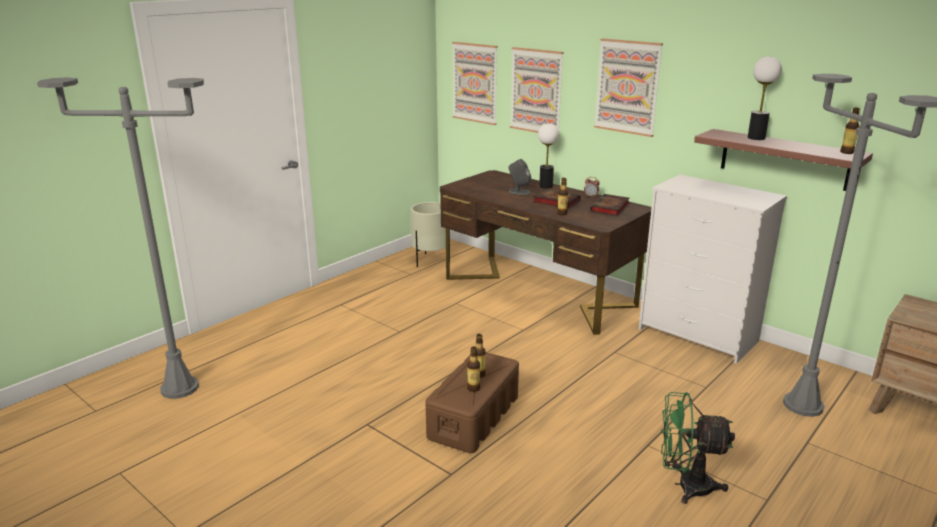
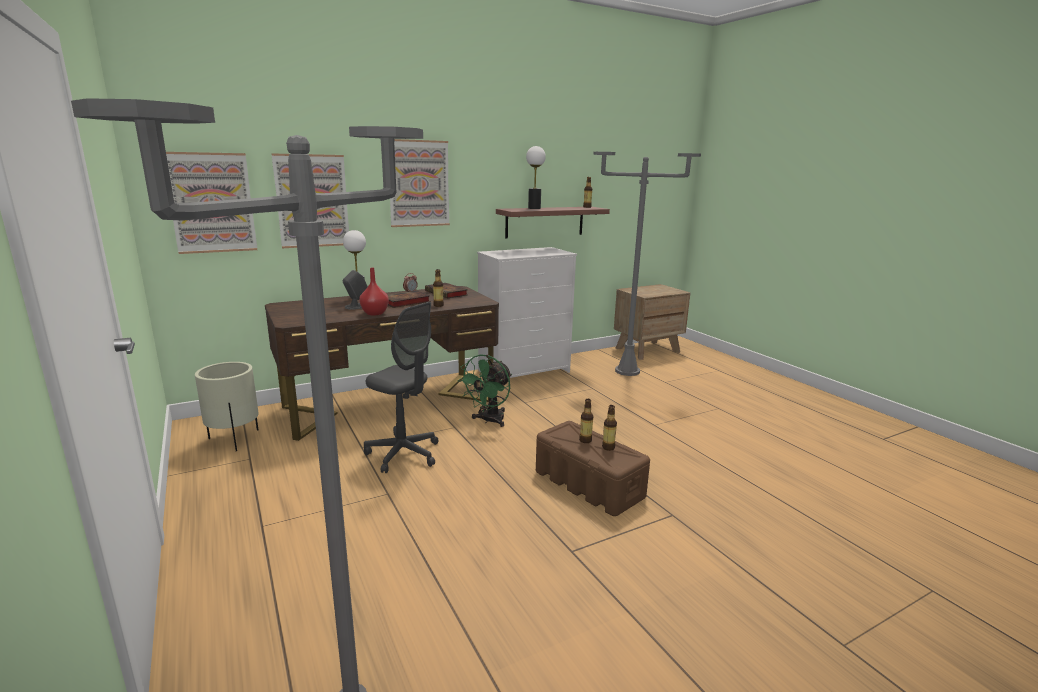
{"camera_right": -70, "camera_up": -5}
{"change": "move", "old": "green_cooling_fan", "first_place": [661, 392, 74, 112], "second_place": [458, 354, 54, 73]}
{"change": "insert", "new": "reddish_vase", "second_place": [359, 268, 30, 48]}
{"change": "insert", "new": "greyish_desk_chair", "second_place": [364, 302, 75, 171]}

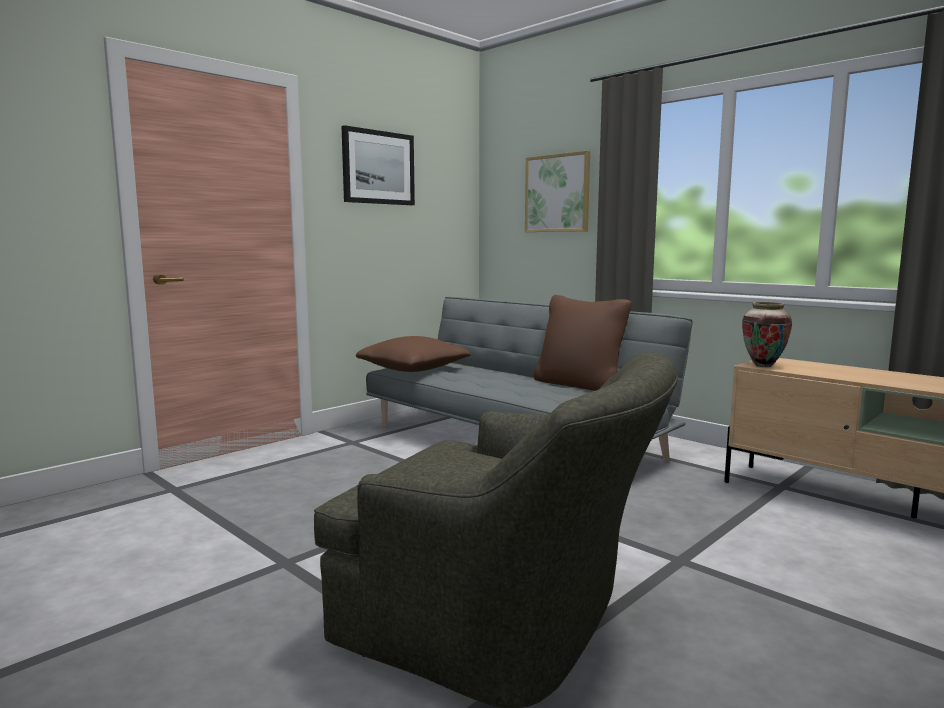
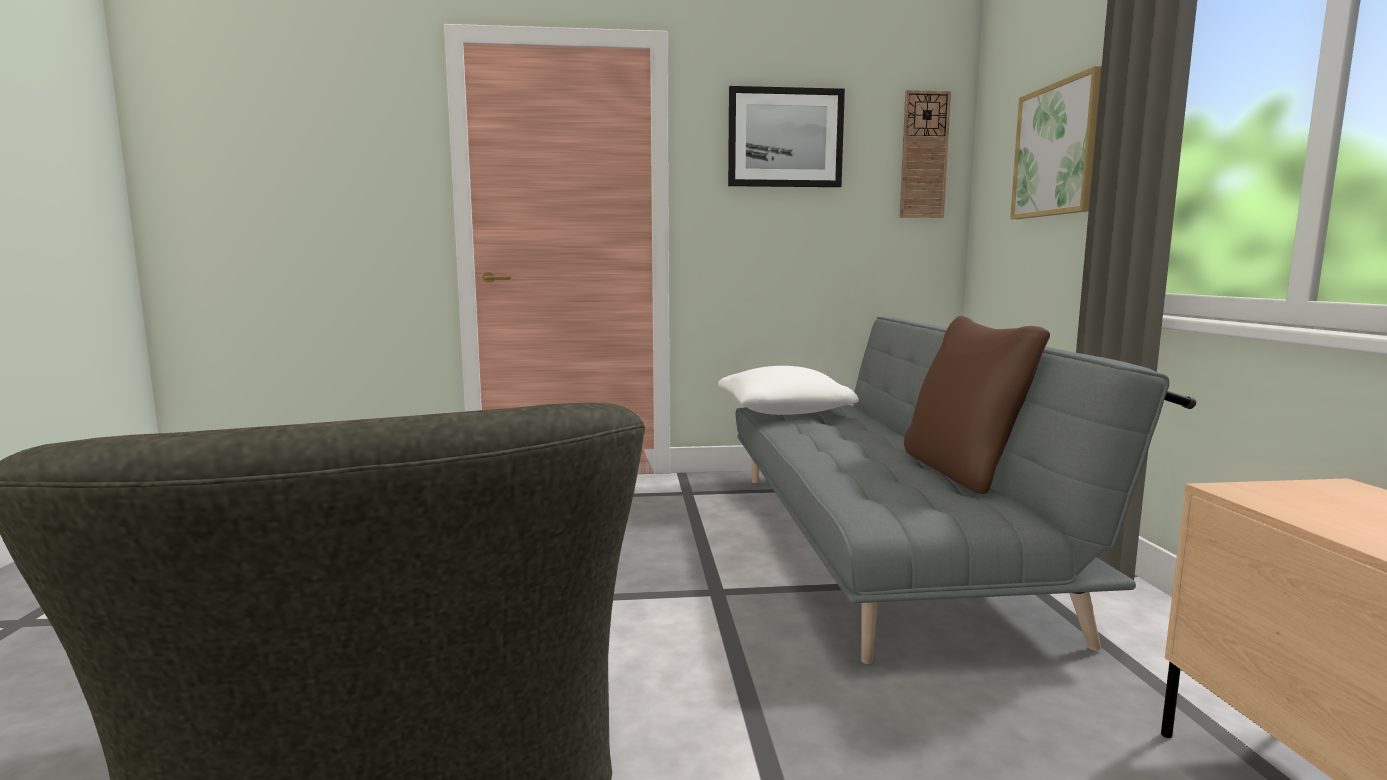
{"camera_right": 40, "camera_up": 0}
{"change": "delete", "old": "vase", "first_place": [742, 302, 50, 65]}
{"change": "recolor", "old": "brownish_throw_pillow", "new": "white-coloured_throw_pillow", "first_place": [356, 336, 115, 36], "second_place": [718, 366, 141, 49]}
{"change": "insert", "new": "wall_clock", "second_place": [900, 90, 51, 128]}

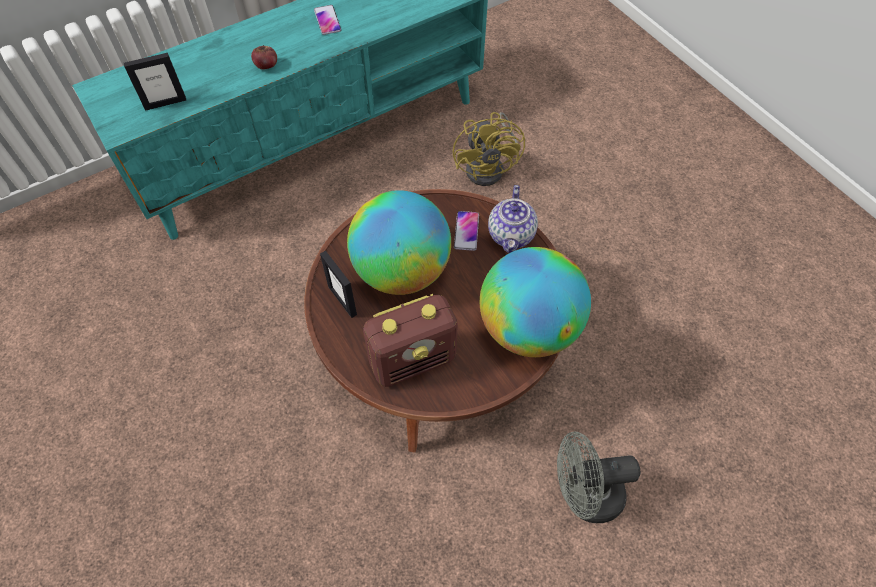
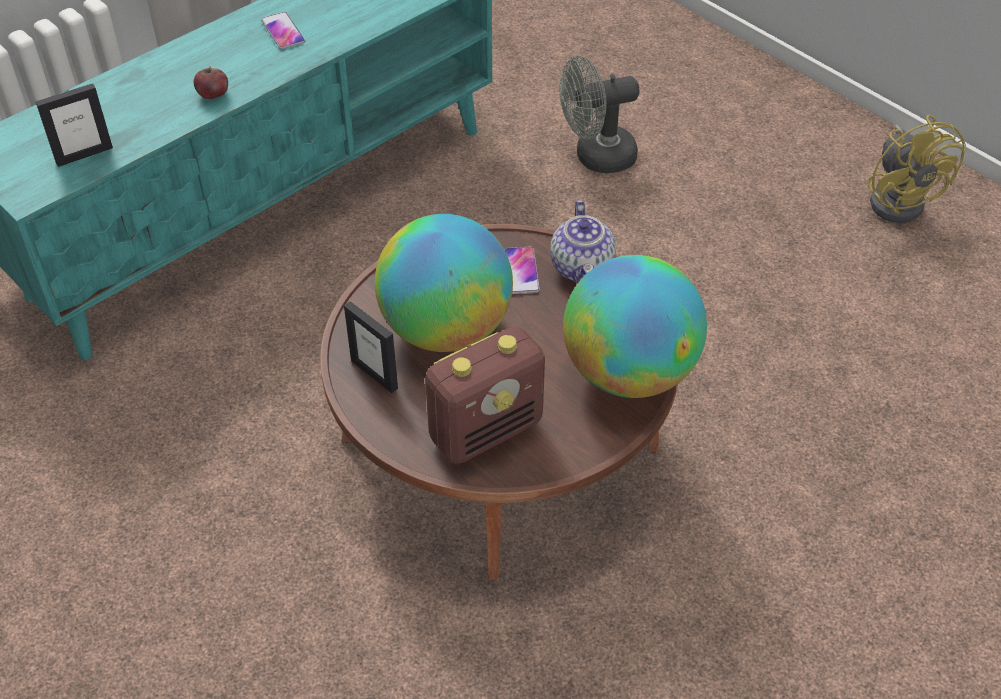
{"camera_right": -10, "camera_up": -10}
{"change": "move", "old": "yellow-coloured_cooling_fan", "first_place": [453, 112, 72, 74], "second_place": [867, 115, 99, 108]}
{"change": "move", "old": "greyish_cooling_fan", "first_place": [557, 432, 83, 91], "second_place": [560, 56, 79, 117]}

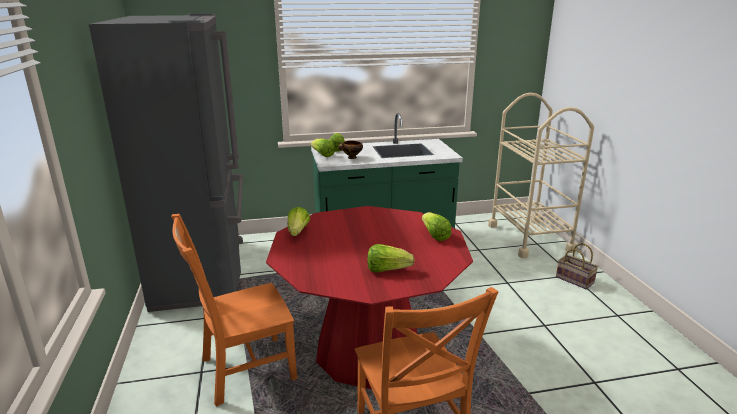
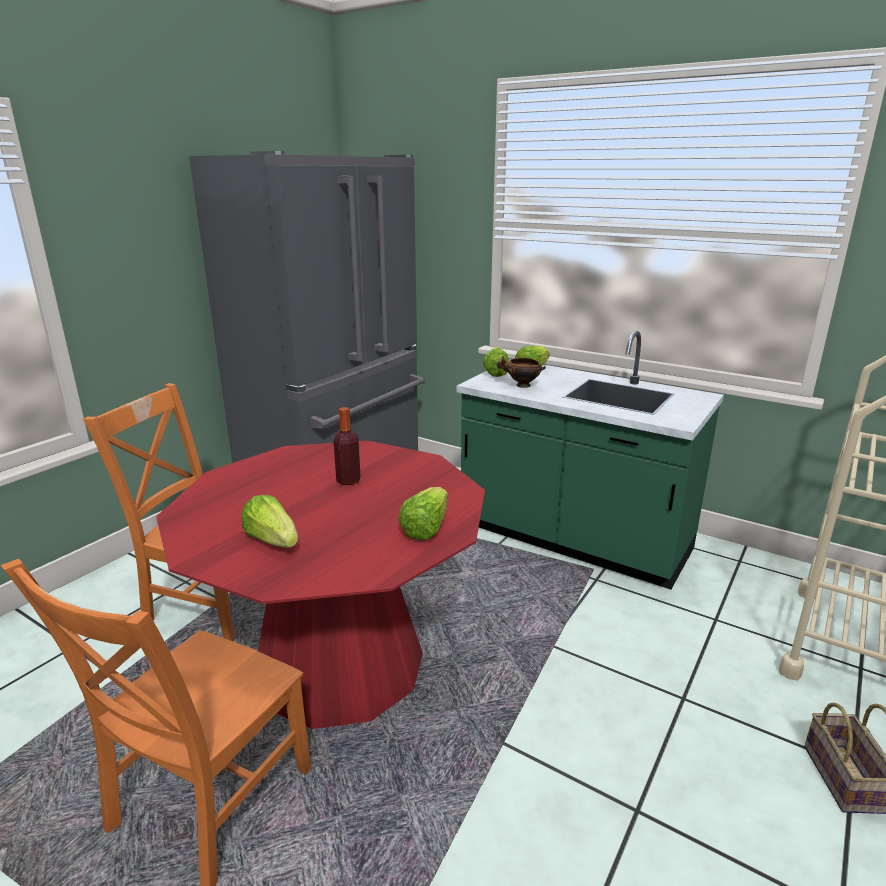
{"camera_right": 45, "camera_up": 0}
{"change": "delete", "old": "head_of_lettuce", "first_place": [288, 207, 22, 29]}
{"change": "insert", "new": "beverage_bottle", "second_place": [334, 407, 27, 78]}

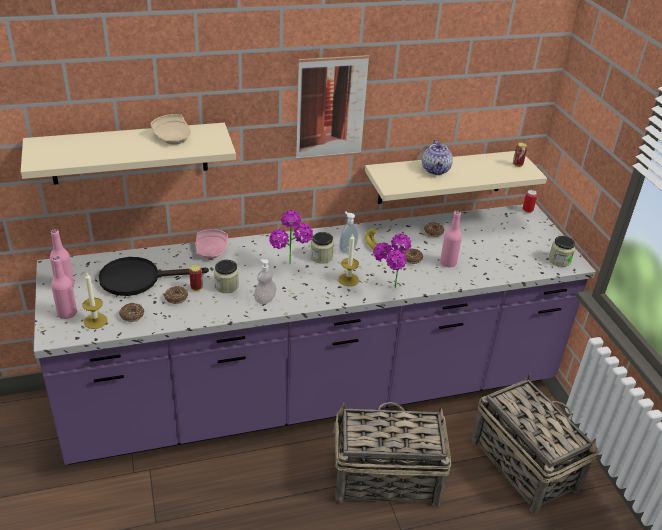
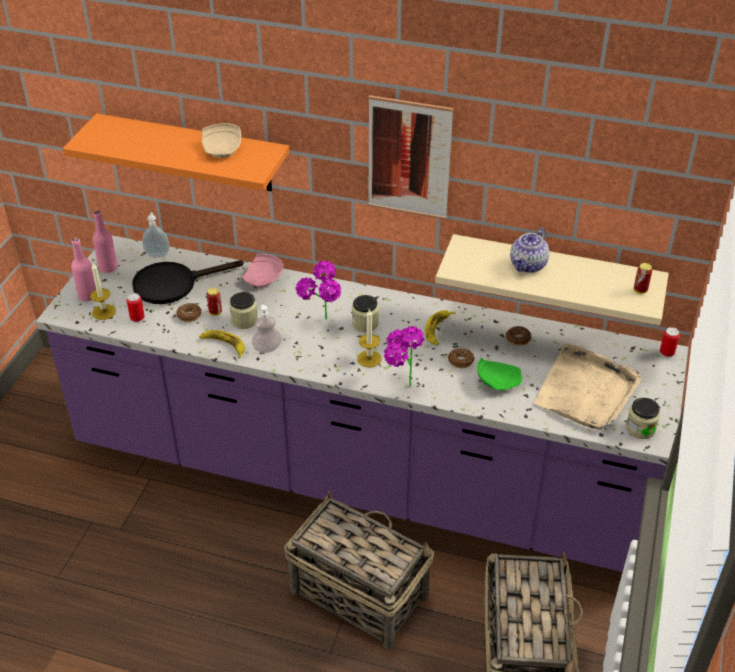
{"camera_right": 35, "camera_up": 5}
{"change": "recolor", "old": "sand-coloured_shelf", "new": "orange-coloured_shelf", "first_place": [21, 123, 215, 62], "second_place": [62, 113, 227, 78]}
{"change": "replace", "old": "pinkish_beverage_bottle", "new": "green_plate", "first_place": [440, 211, 22, 57], "second_place": [477, 358, 45, 32]}
{"change": "move", "old": "liquid_soap_bottle", "first_place": [339, 212, 20, 41], "second_place": [142, 213, 27, 45]}
{"change": "rotate", "old": "blackish_frying_pan", "first_place": [99, 257, 110, 39], "second_place": [132, 260, 112, 44], "degrees": -45}
{"change": "replace", "old": "doughnut", "new": "sealed_can", "first_place": [119, 303, 25, 19], "second_place": [127, 293, 18, 30]}
{"change": "insert", "new": "banana", "second_place": [199, 330, 46, 28]}
{"change": "insert", "new": "sand-coloured_serving_tray", "second_place": [534, 343, 107, 87]}

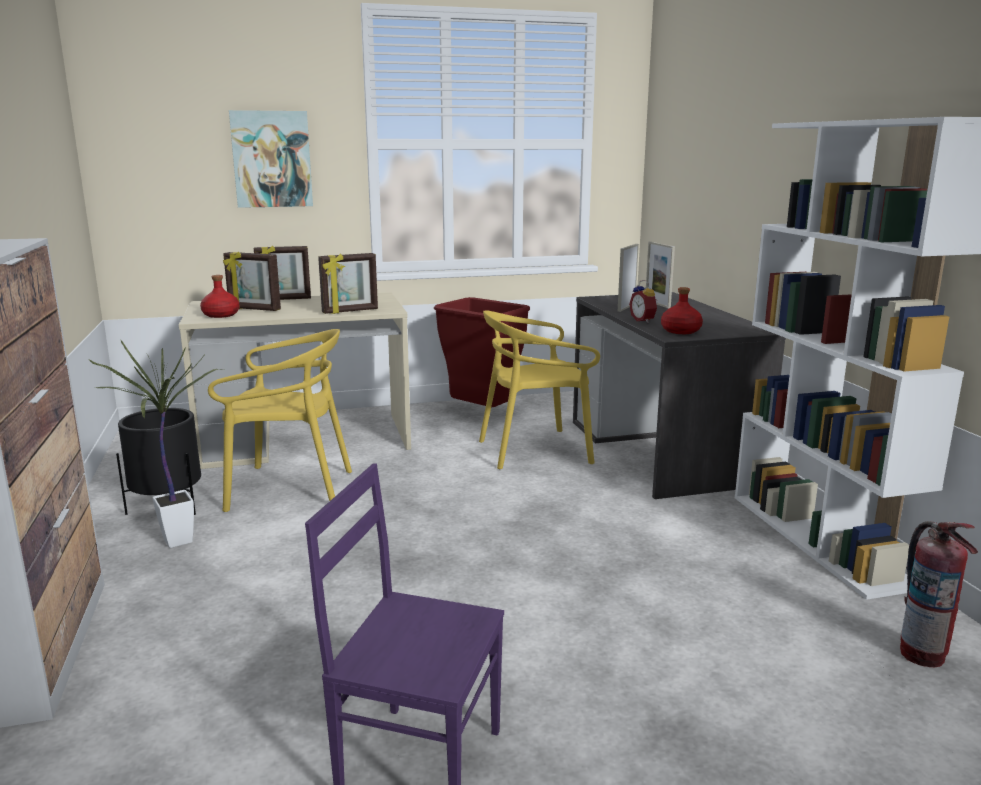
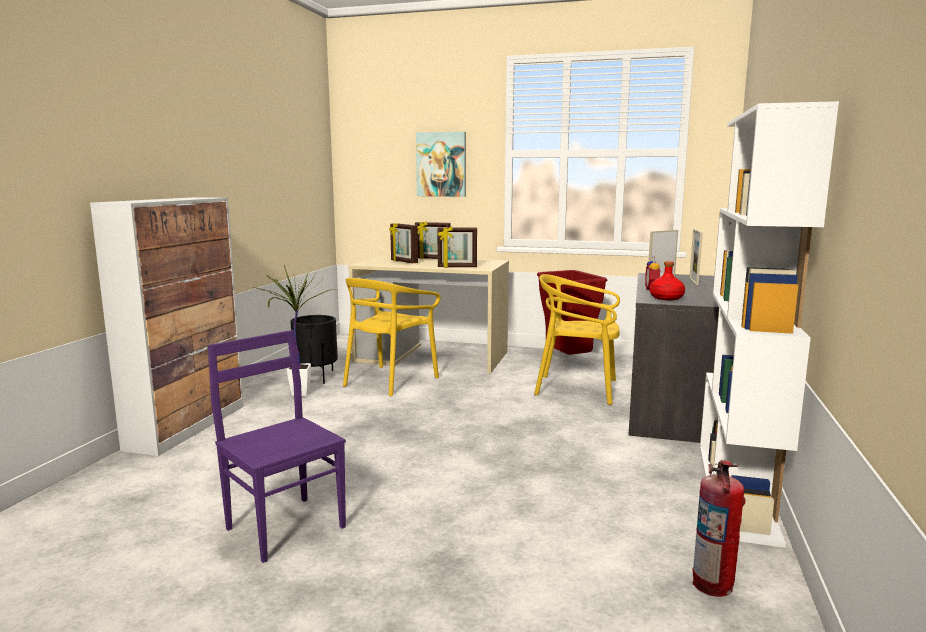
{"camera_right": 30, "camera_up": -5}
{"change": "delete", "old": "reddish_beverage_bottle", "first_place": [200, 275, 40, 43]}
{"change": "rotate", "old": "yellow-coloured_upright_chair", "first_place": [208, 329, 144, 183], "second_place": [343, 278, 97, 118], "degrees": 90}

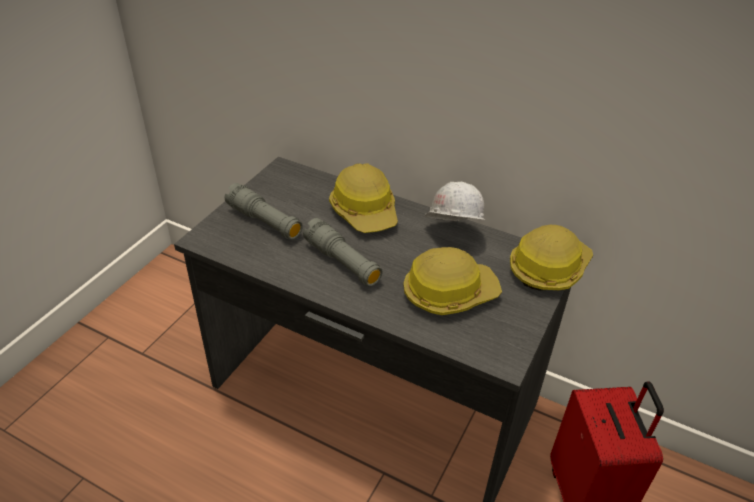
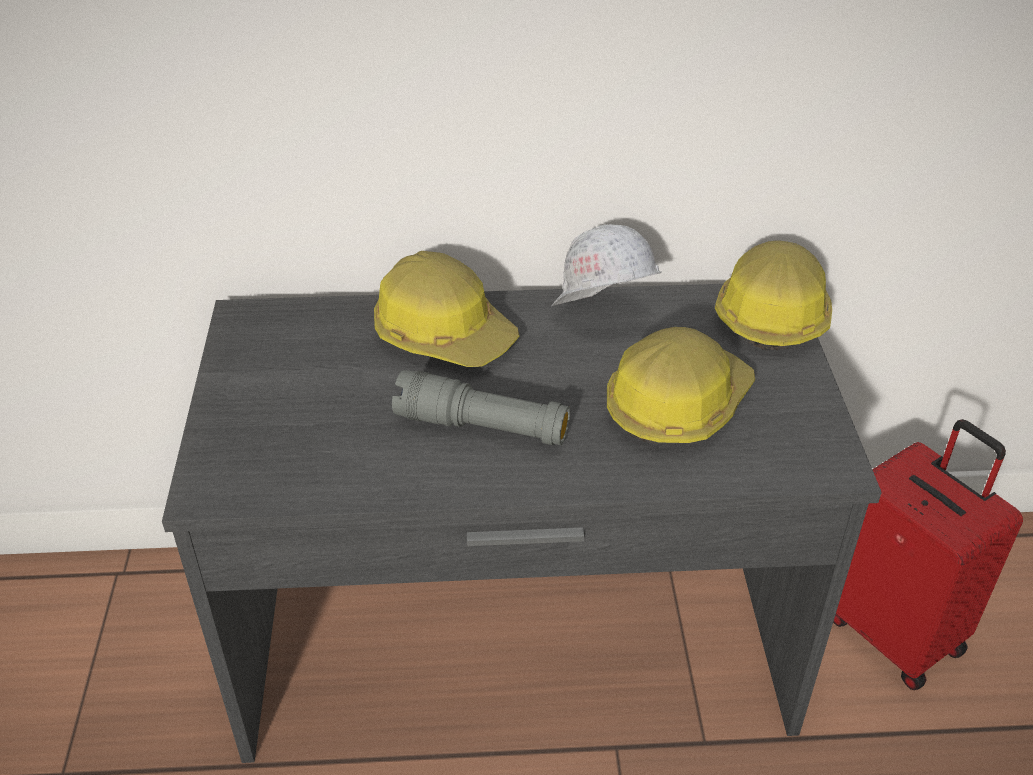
{"camera_right": -30, "camera_up": 0}
{"change": "delete", "old": "greyish_hand_torch", "first_place": [225, 183, 78, 57]}

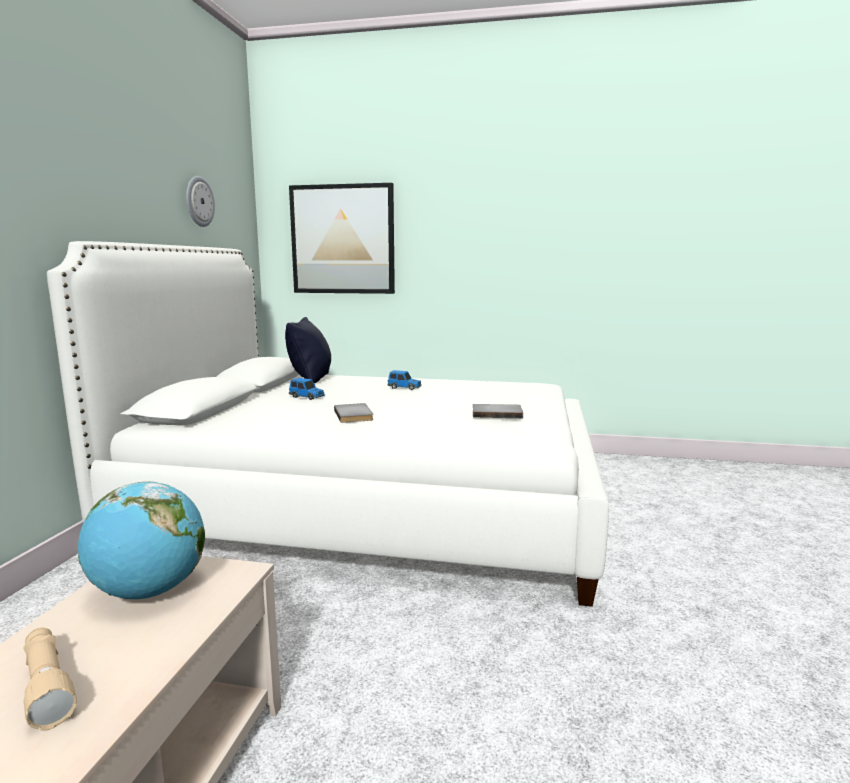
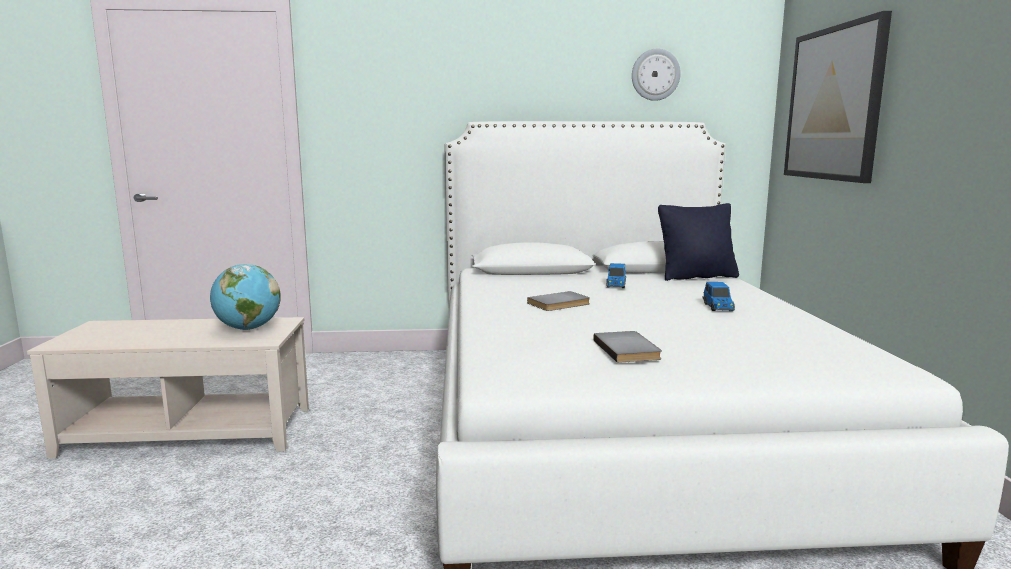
{"camera_right": 75, "camera_up": 0}
{"change": "delete", "old": "sand-coloured_hand_torch", "first_place": [23, 627, 54, 104]}

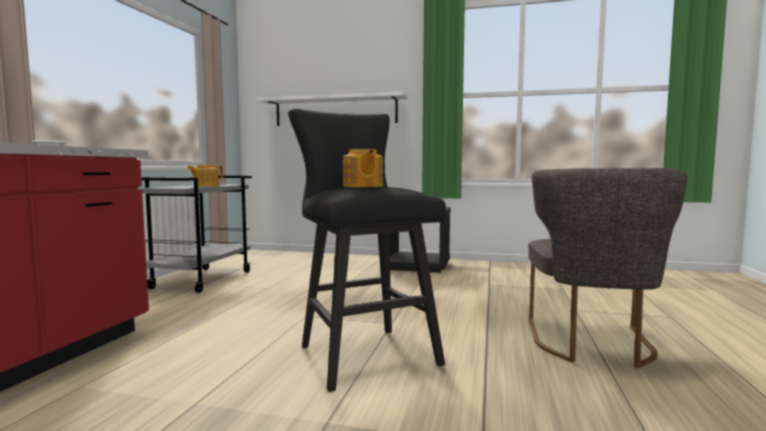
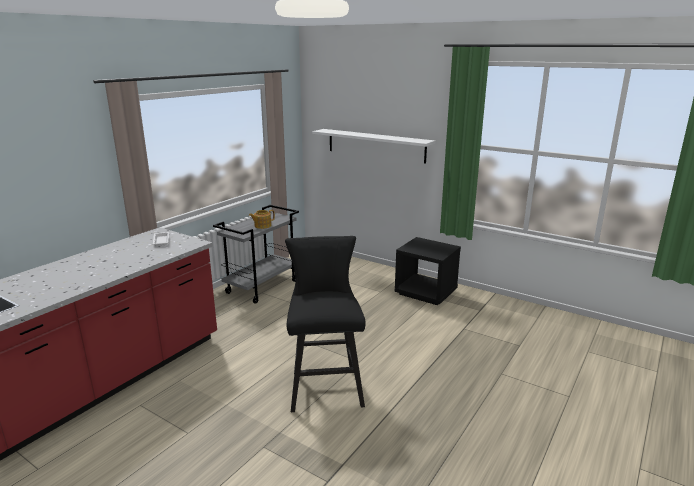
{"camera_right": 20, "camera_up": 15}
{"change": "delete", "old": "tea_pot", "first_place": [343, 149, 40, 38]}
{"change": "delete", "old": "greyish_upright_chair", "first_place": [528, 168, 159, 200]}

